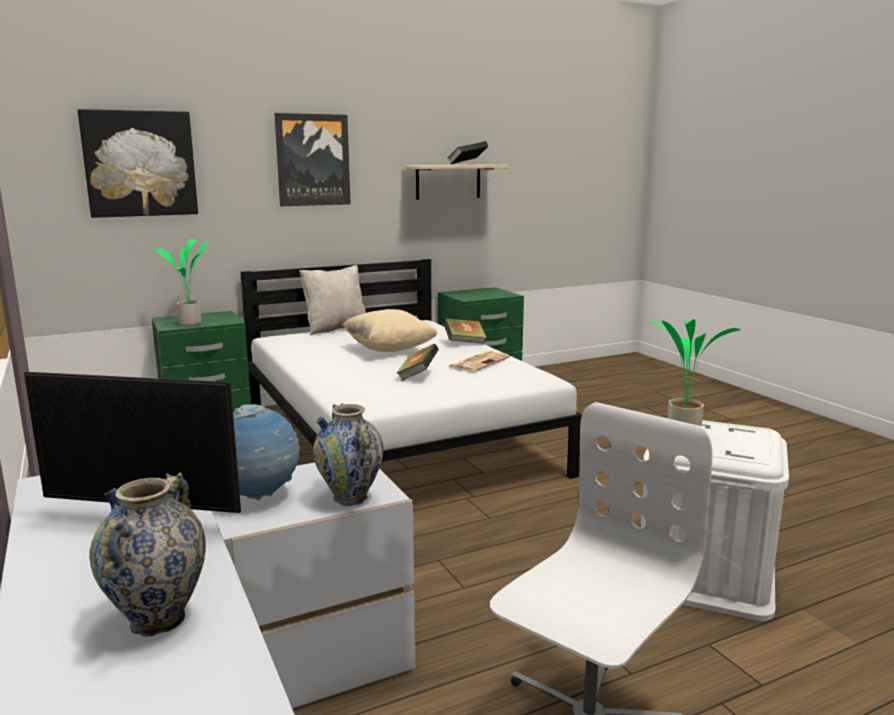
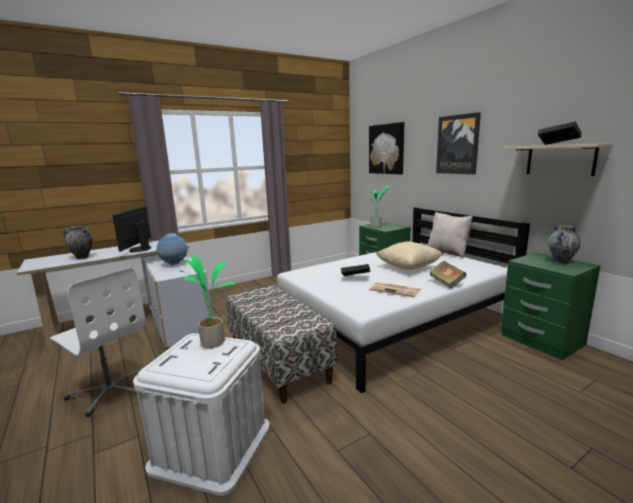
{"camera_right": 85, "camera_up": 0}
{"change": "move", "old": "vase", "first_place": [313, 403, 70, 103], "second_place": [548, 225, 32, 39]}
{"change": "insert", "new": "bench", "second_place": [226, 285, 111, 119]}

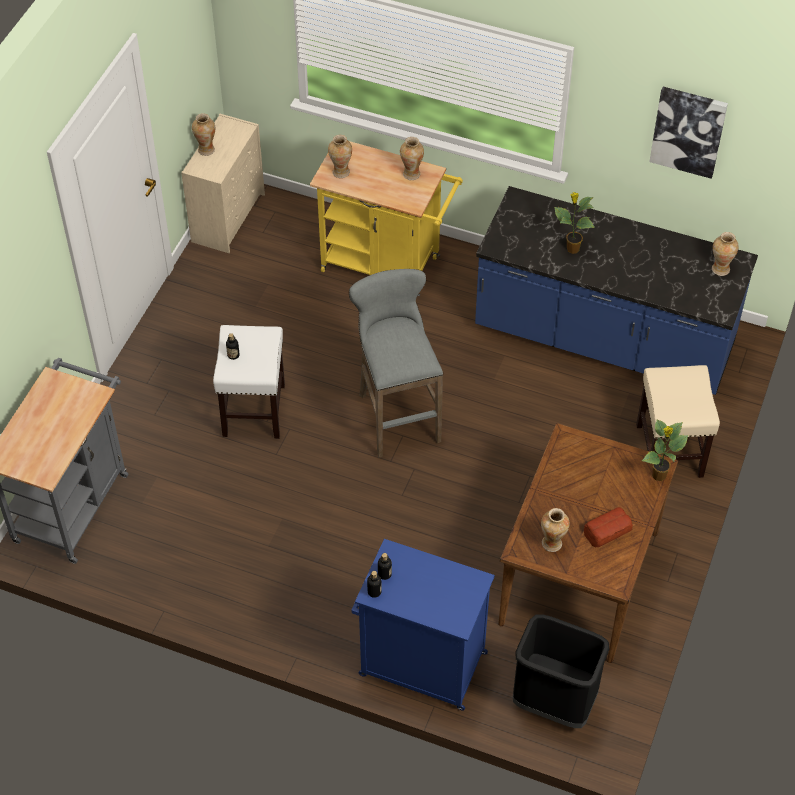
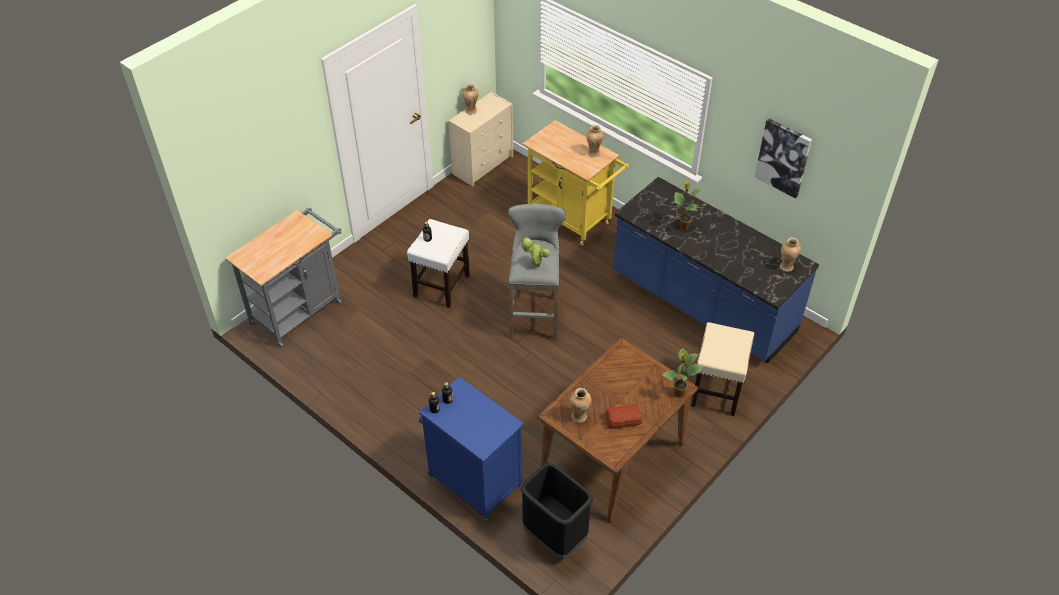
{"camera_right": 20, "camera_up": -5}
{"change": "delete", "old": "vase", "first_place": [328, 135, 24, 43]}
{"change": "insert", "new": "potted_plant", "second_place": [521, 237, 29, 30]}

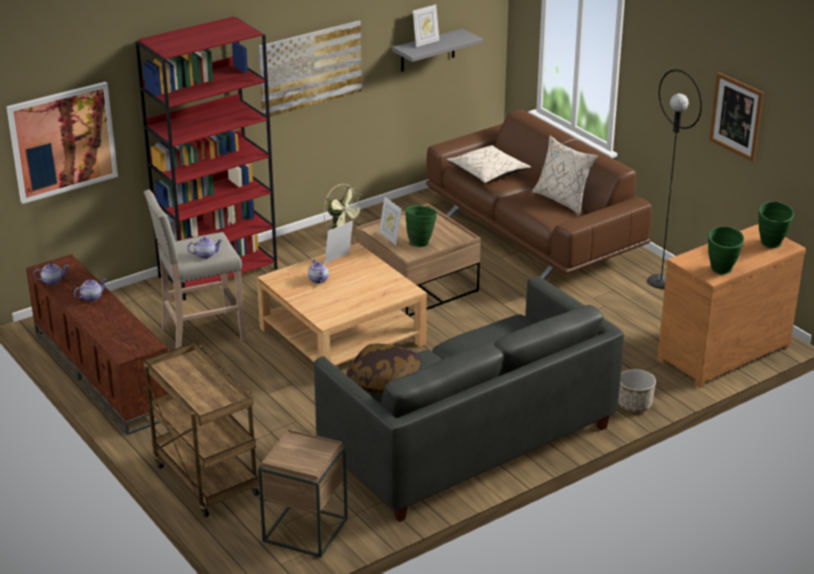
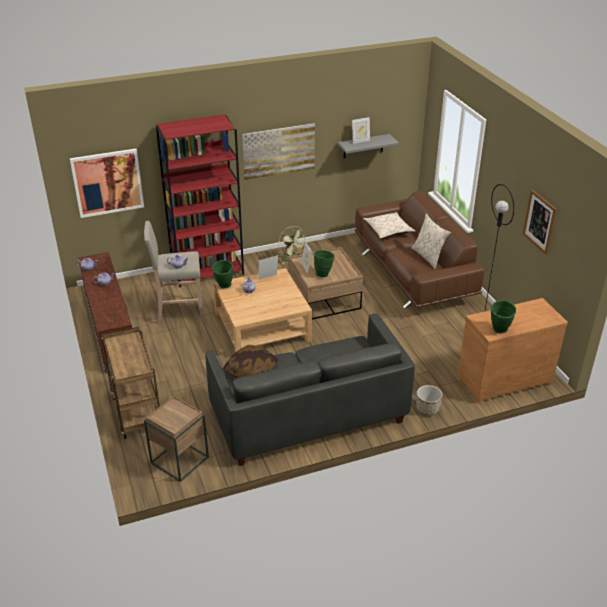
{"camera_right": 15, "camera_up": 5}
{"change": "move", "old": "green_vase", "first_place": [758, 201, 36, 47], "second_place": [212, 260, 21, 29]}

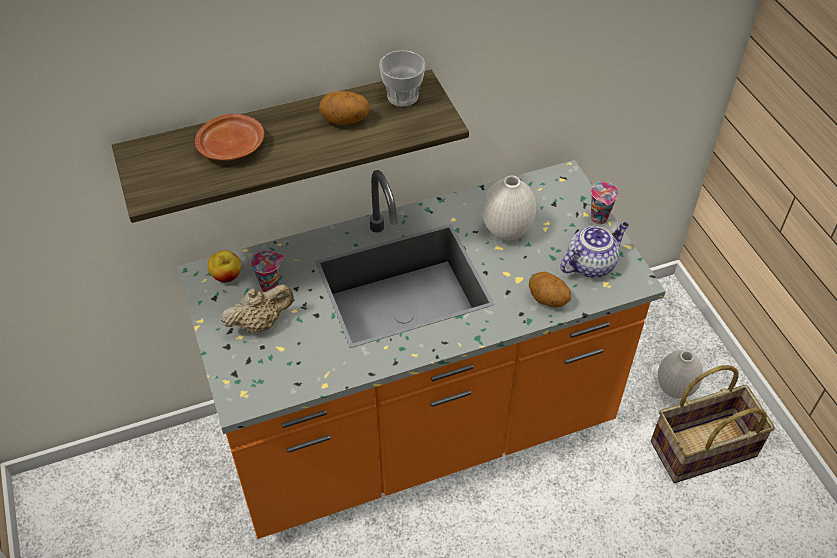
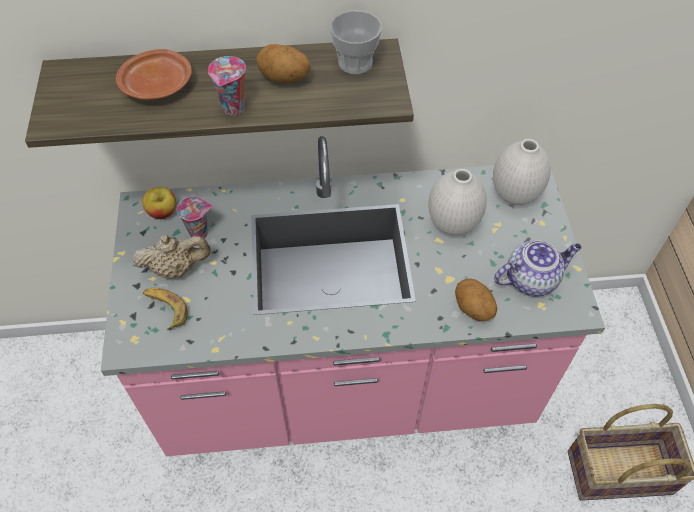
{"camera_right": 15, "camera_up": 5}
{"change": "recolor", "old": "orange-coloured_kitchen_base_unit", "new": "pinkish_kitchen_base_unit", "first_place": [177, 160, 489, 379], "second_place": [101, 136, 504, 320]}
{"change": "move", "old": "drinking_cup", "first_place": [591, 182, 28, 42], "second_place": [208, 56, 38, 59]}
{"change": "move", "old": "white-coloured_vase", "first_place": [658, 350, 45, 48], "second_place": [493, 139, 58, 66]}
{"change": "insert", "new": "banana", "second_place": [143, 288, 45, 42]}

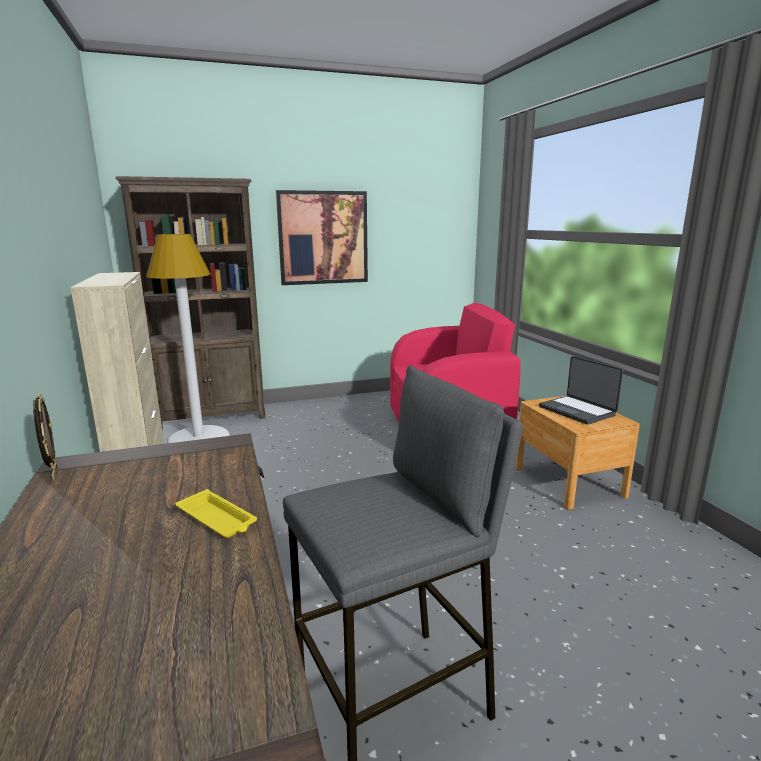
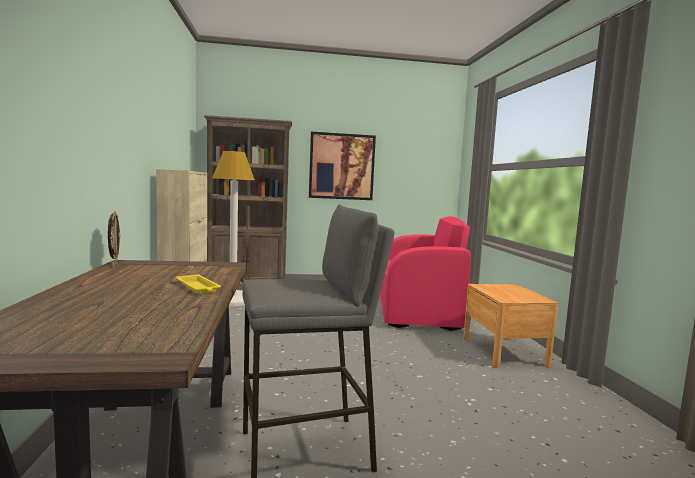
{"camera_right": 10, "camera_up": -10}
{"change": "delete", "old": "portable_computer", "first_place": [539, 356, 85, 69]}

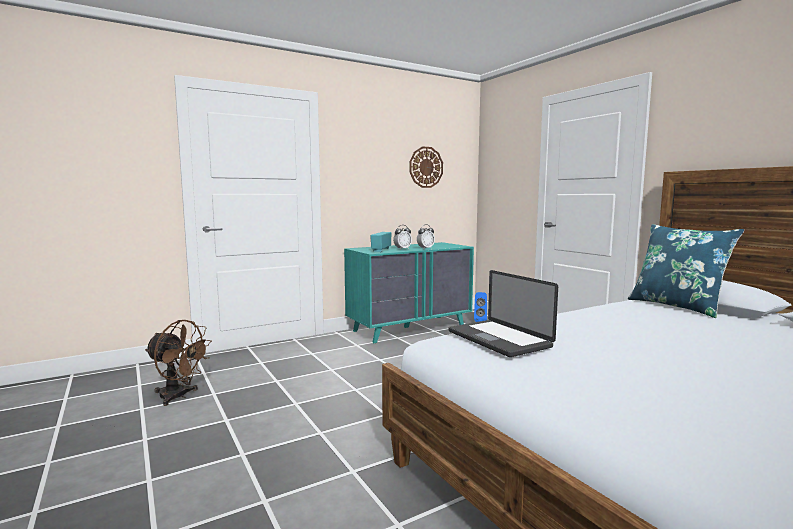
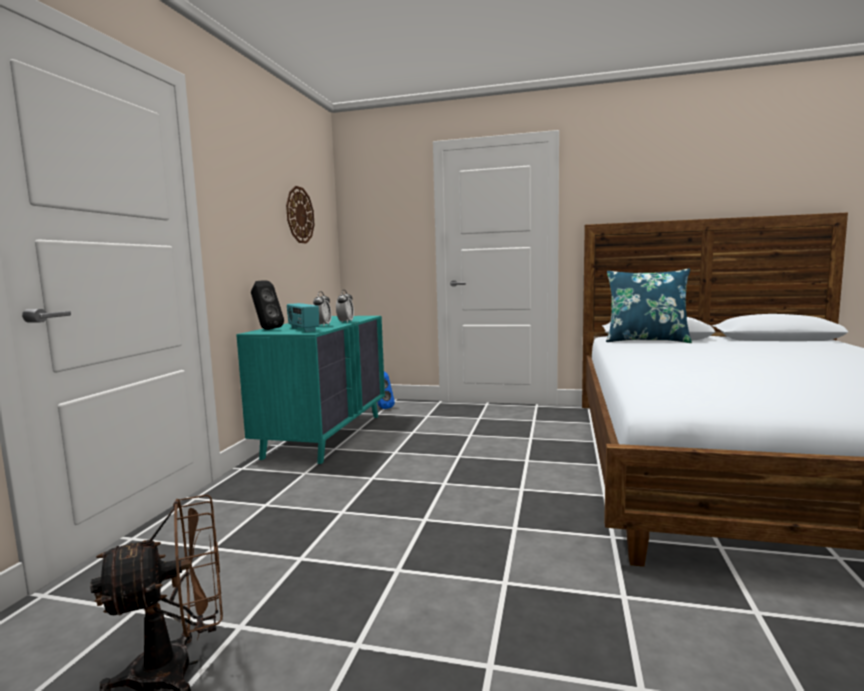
{"camera_right": -45, "camera_up": 0}
{"change": "delete", "old": "portable_computer", "first_place": [449, 270, 109, 87]}
{"change": "insert", "new": "blackish_speaker", "second_place": [251, 281, 33, 49]}

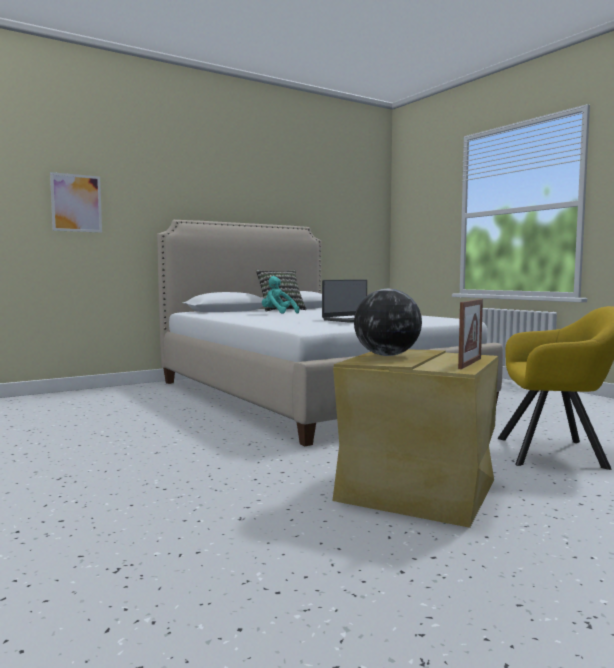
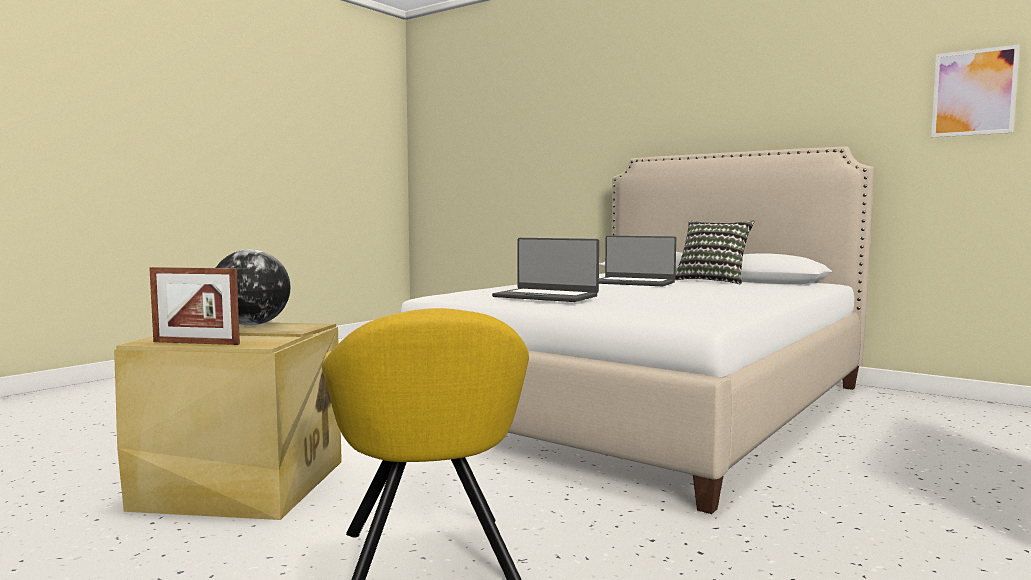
{"camera_right": 70, "camera_up": 0}
{"change": "move", "old": "picture", "first_place": [50, 172, 52, 61], "second_place": [931, 44, 89, 94]}
{"change": "replace", "old": "turquoise-coloured_soft_toy", "new": "portable_computer", "first_place": [262, 276, 37, 38], "second_place": [599, 236, 77, 50]}

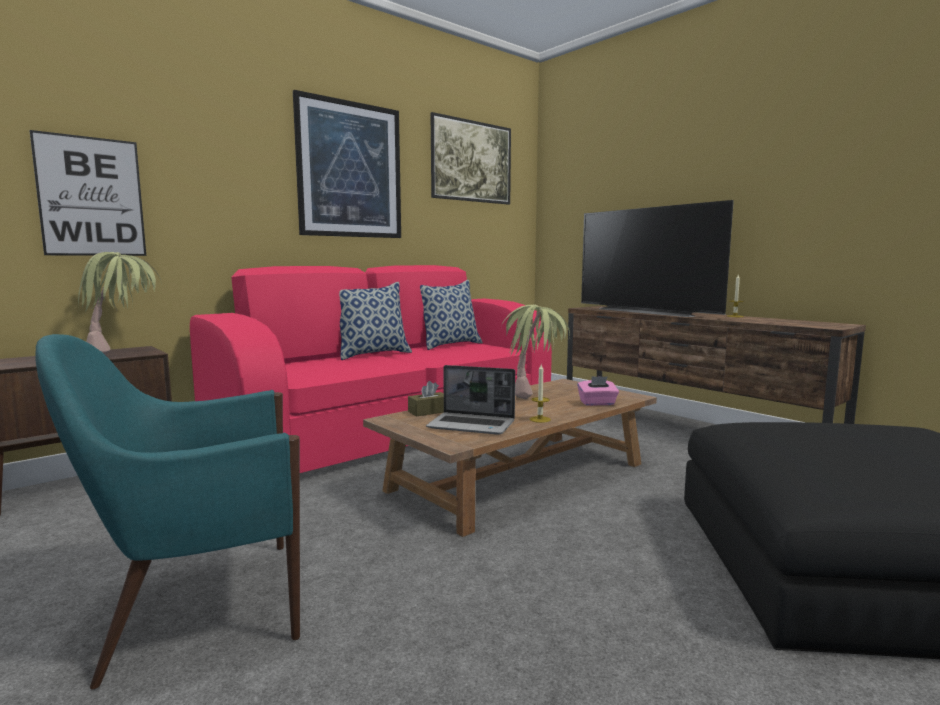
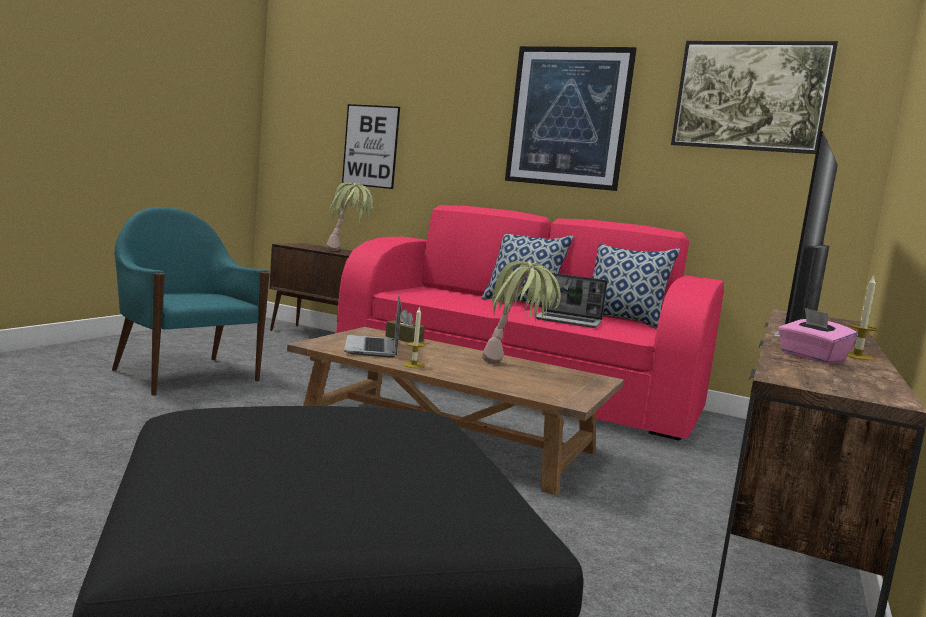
{"camera_right": 65, "camera_up": 0}
{"change": "move", "old": "pinkish_tissue_box", "first_place": [577, 376, 42, 30], "second_place": [778, 308, 79, 56]}
{"change": "insert", "new": "portable_computer", "second_place": [534, 273, 73, 55]}

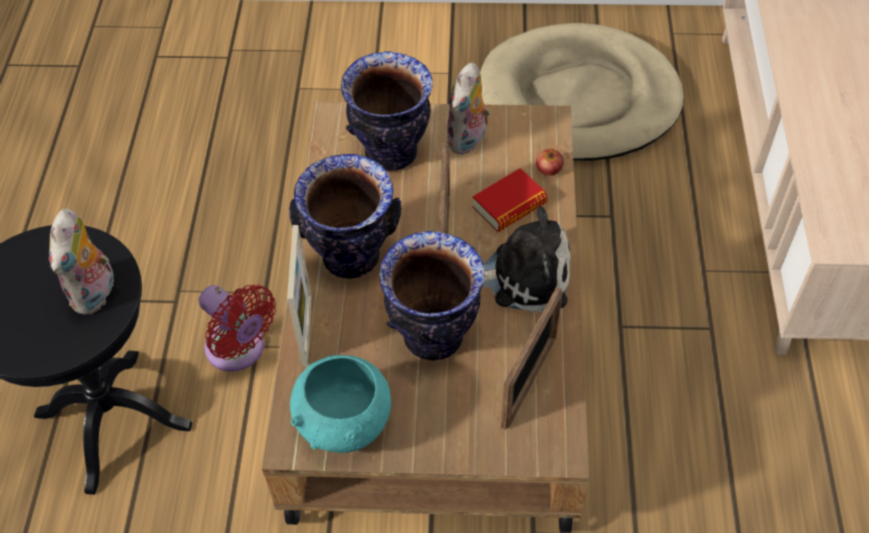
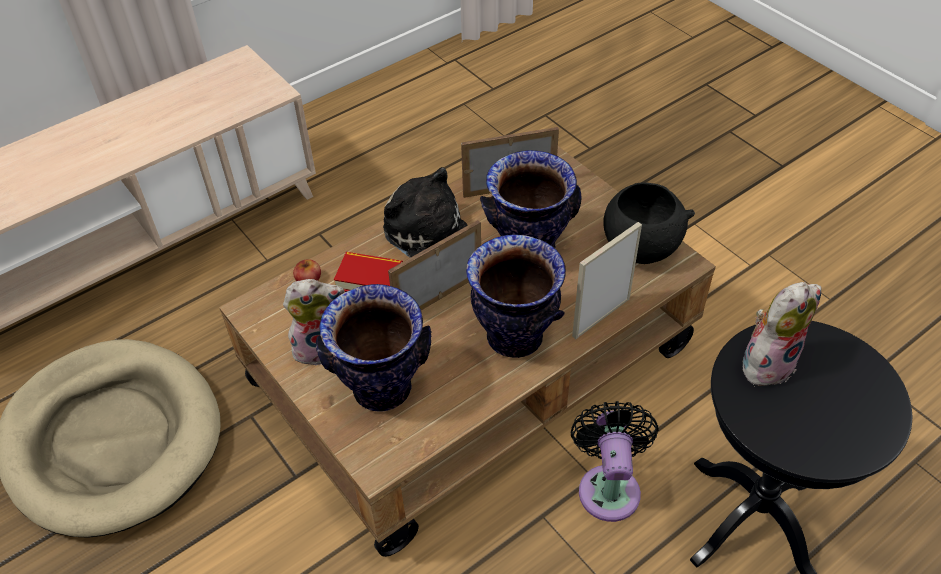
{"camera_right": -130, "camera_up": -5}
{"change": "recolor", "old": "reddish_cooling_fan", "new": "blackish_cooling_fan", "first_place": [199, 285, 77, 87], "second_place": [571, 401, 88, 121]}
{"change": "recolor", "old": "turquoise-coloured_deep_dish", "new": "blackish_deep_dish", "first_place": [290, 355, 101, 98], "second_place": [603, 182, 92, 82]}

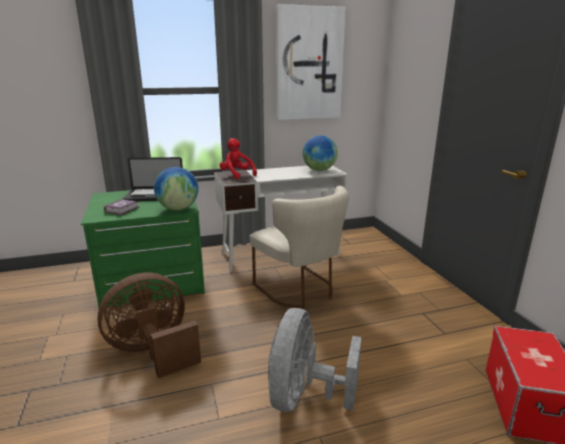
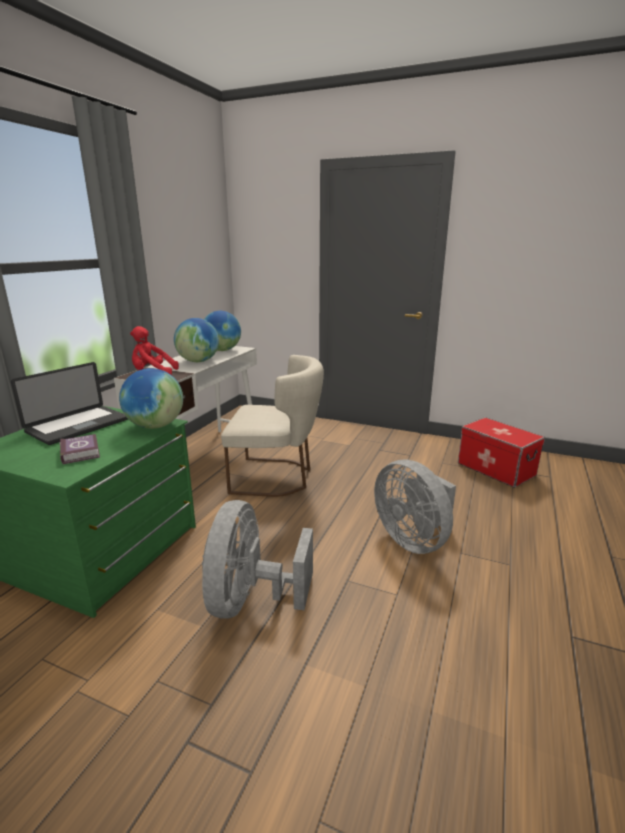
{"camera_right": -50, "camera_up": 0}
{"change": "delete", "old": "picture", "first_place": [277, 4, 69, 116]}
{"change": "recolor", "old": "brownish_cooling_fan", "new": "greyish_cooling_fan", "first_place": [98, 273, 103, 105], "second_place": [202, 500, 111, 119]}
{"change": "insert", "new": "desk_globe", "second_place": [174, 318, 45, 44]}

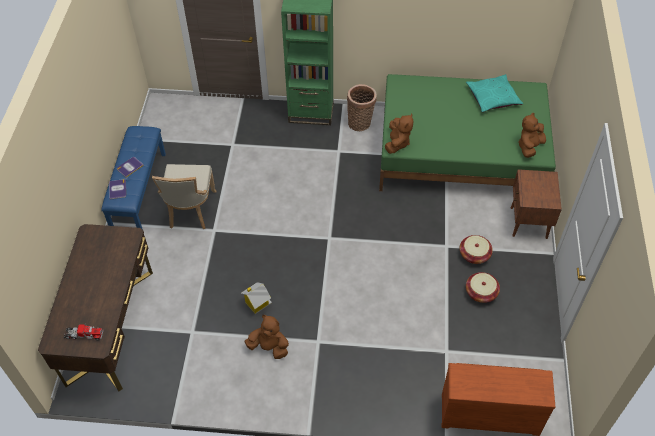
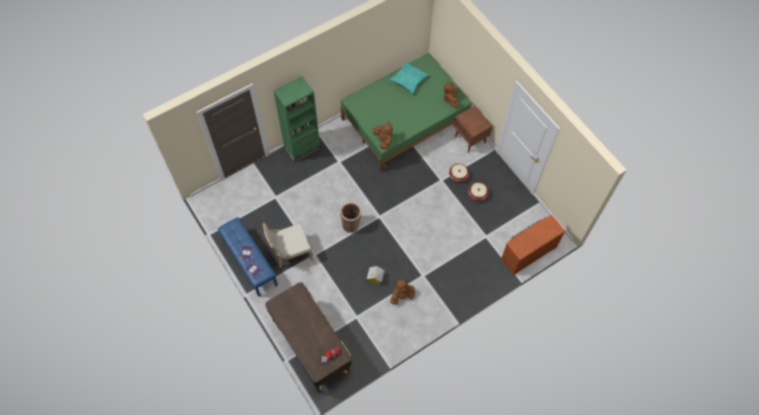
{"camera_right": -40, "camera_up": 10}
{"change": "move", "old": "household_basket", "first_place": [347, 84, 30, 47], "second_place": [340, 202, 22, 31]}
{"change": "rotate", "old": "sand-coloured_upright_chair", "first_place": [152, 164, 64, 66], "second_place": [263, 223, 50, 45], "degrees": 105}

